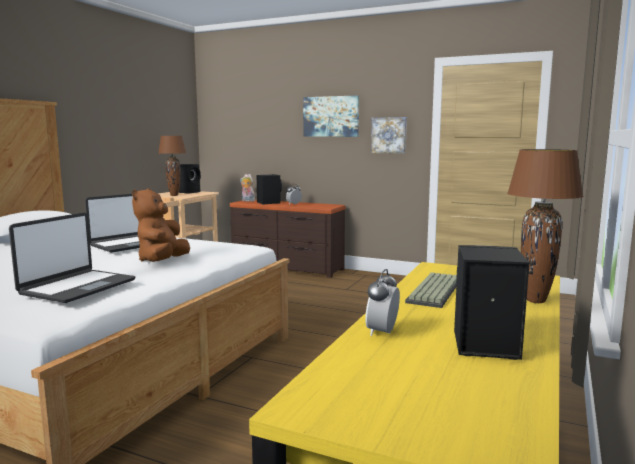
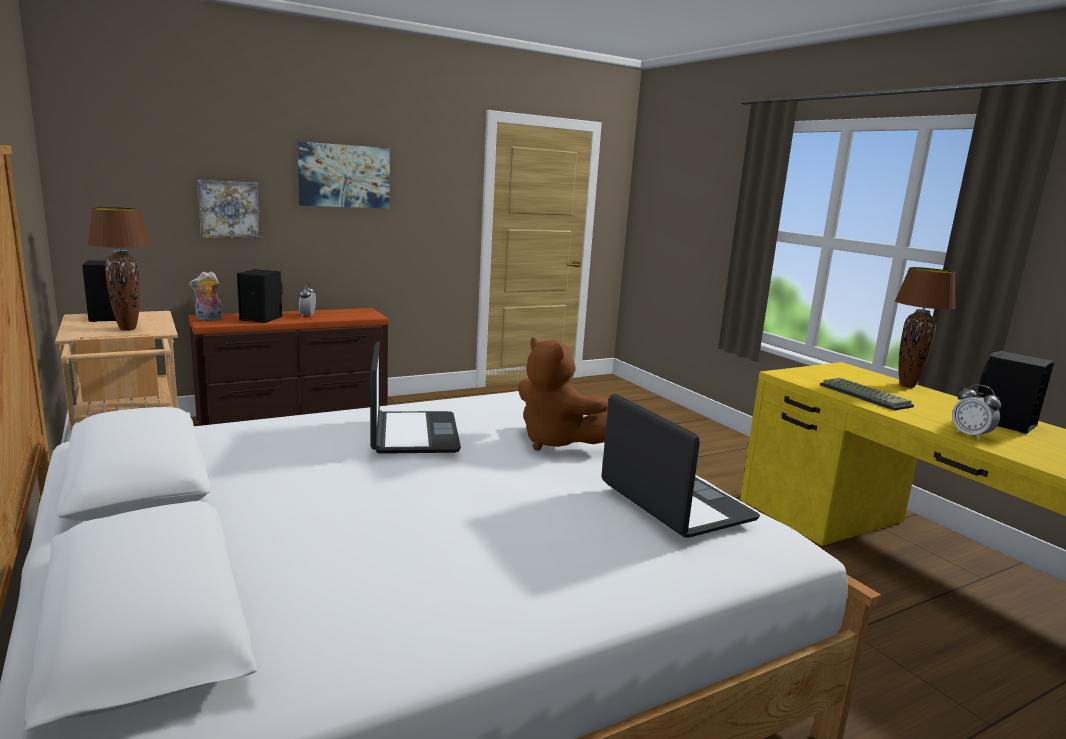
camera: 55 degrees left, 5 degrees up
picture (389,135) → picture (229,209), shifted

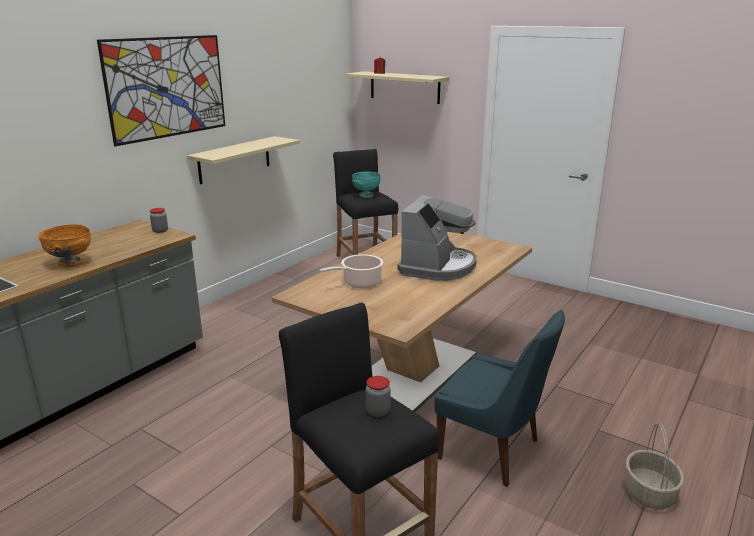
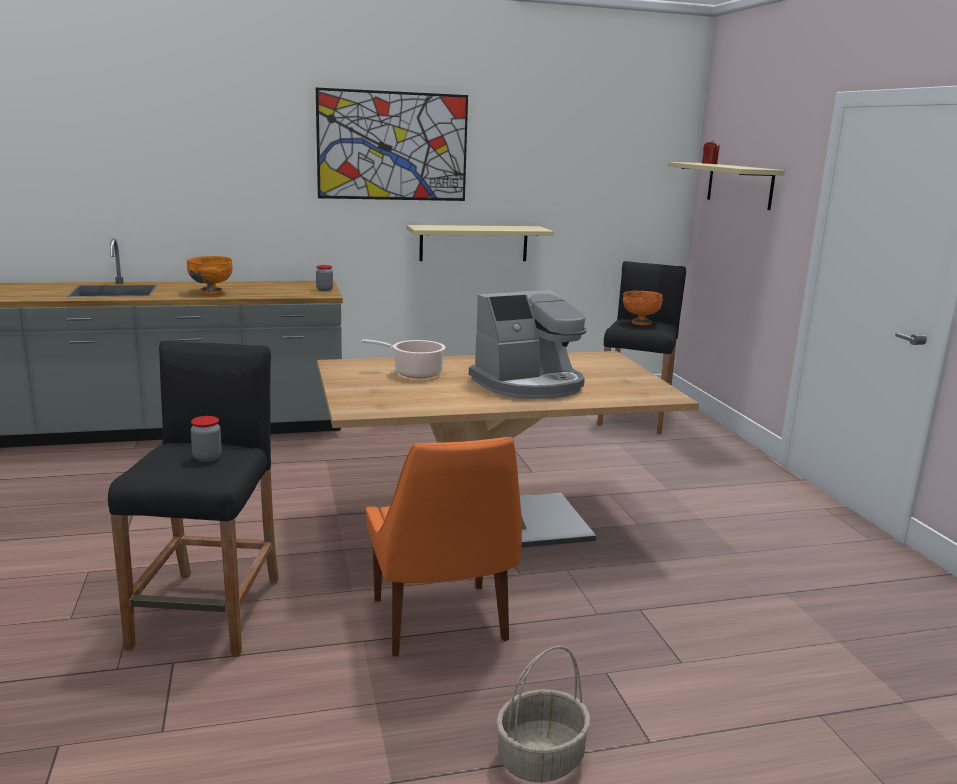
camera: 40 degrees right, 5 degrees down
turquoise bowl (366,196) → orange bowl (640,323)
blue chair (492,451) → orange chair (440,623)

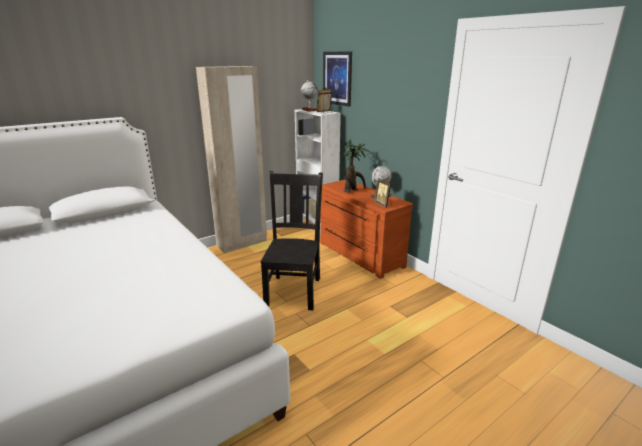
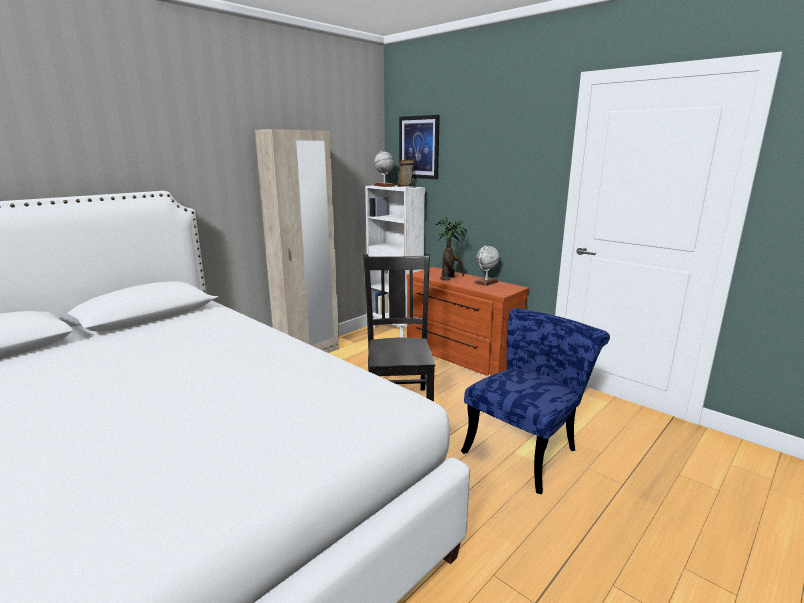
camera: 10 degrees left, 5 degrees down
picture frame (383,205) → -
- → blue chair (526,448)

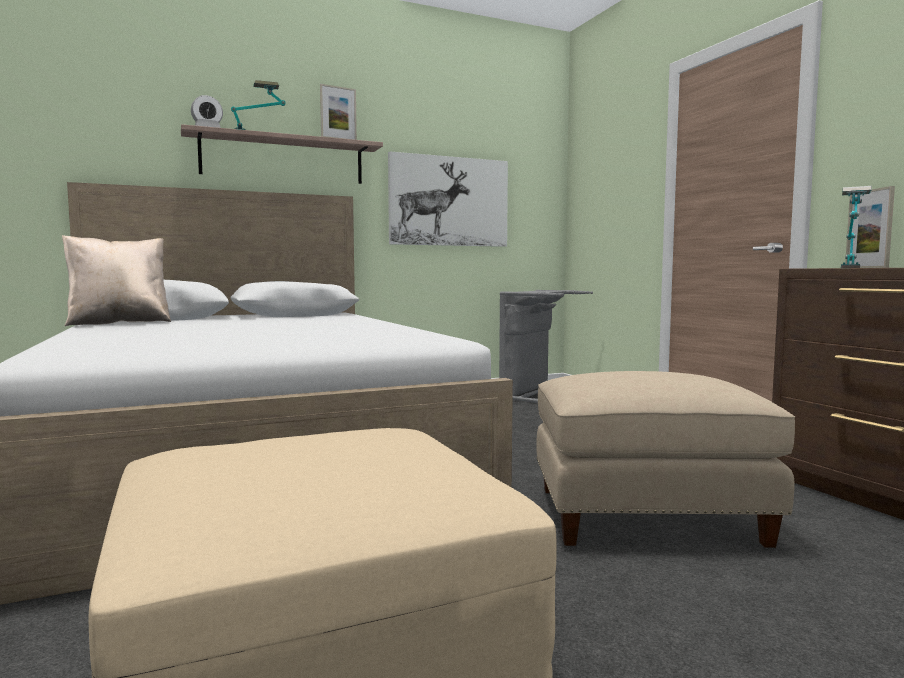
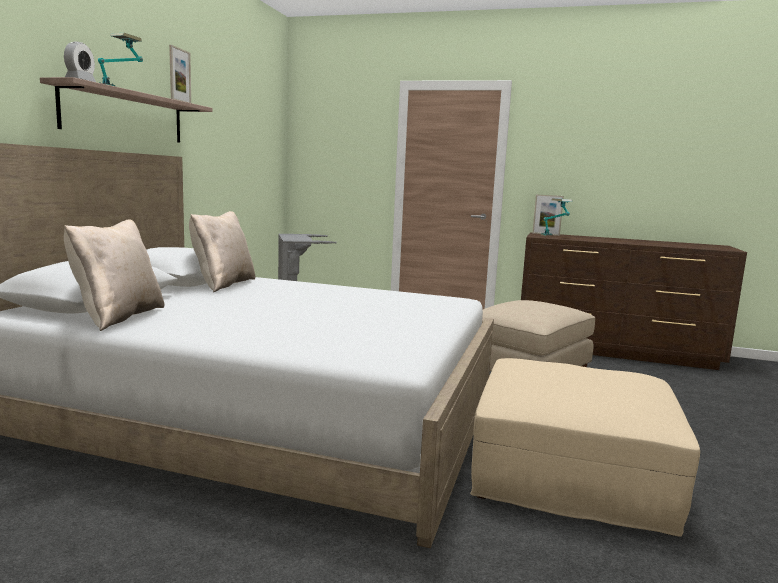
camera: 50 degrees left, 5 degrees up
picture (449,201) → -
- → beige pillow (223,284)

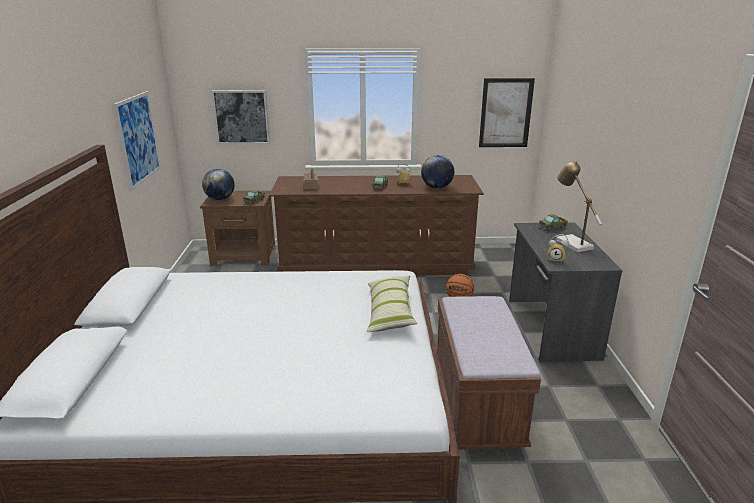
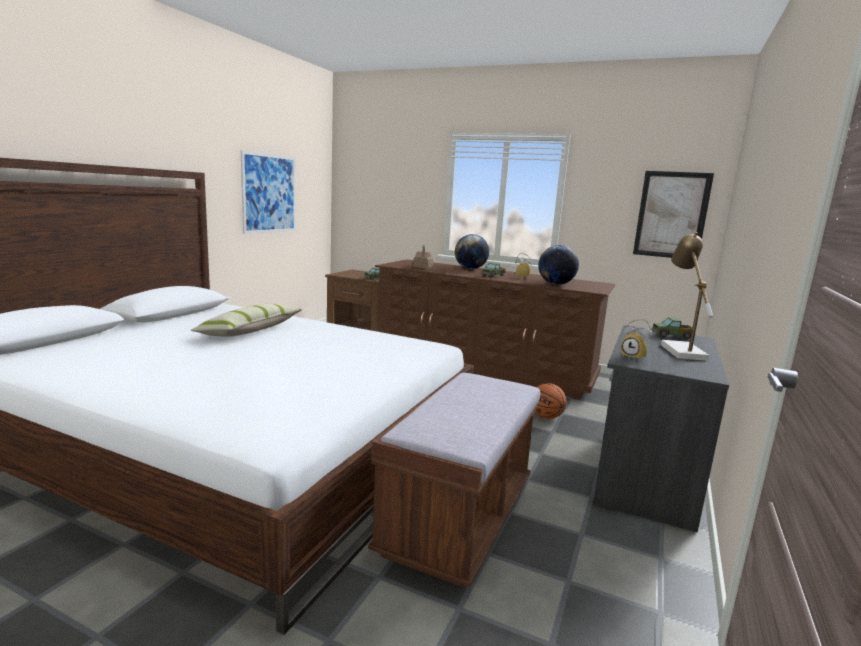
camera: 25 degrees right, 10 degrees down
picture (241,117) → -
globe (220,199) → globe (470,269), shifted
pillow (390,312) → pillow (250,331), shifted

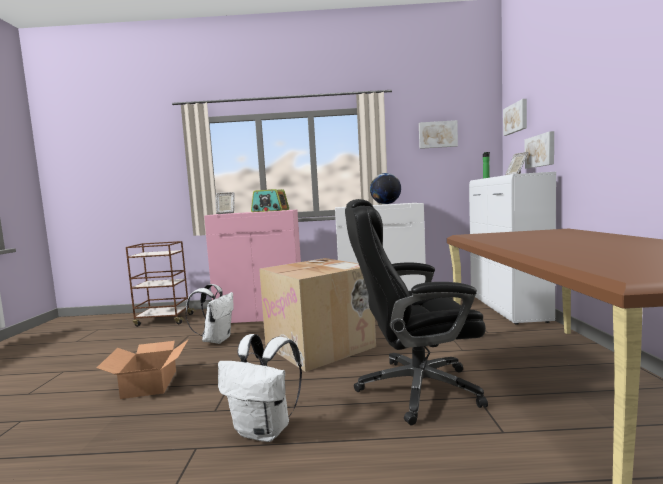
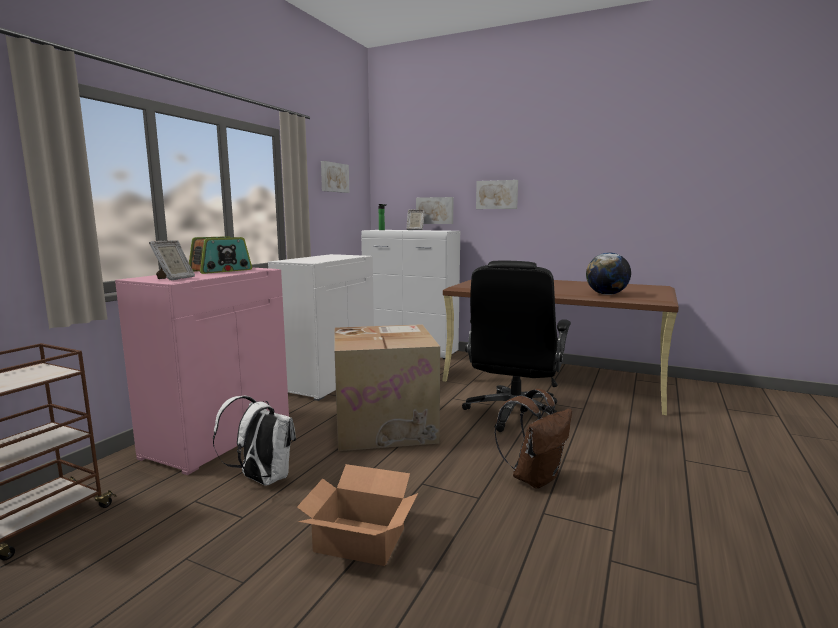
camera: 65 degrees left, 5 degrees up
globe (386,204) → globe (606,294), shifted
picture (516,118) → picture (497,194), shifted
white backpack (265,430) → brown backpack (534,477)

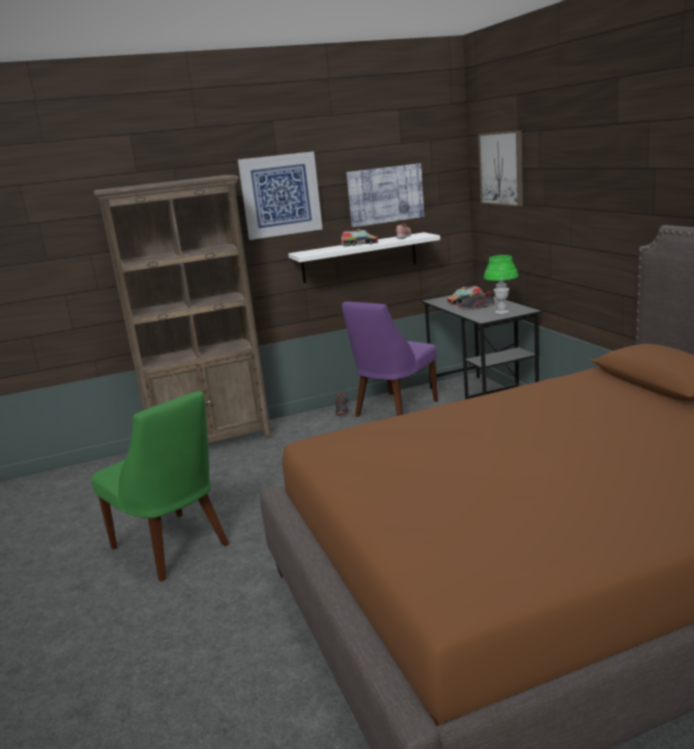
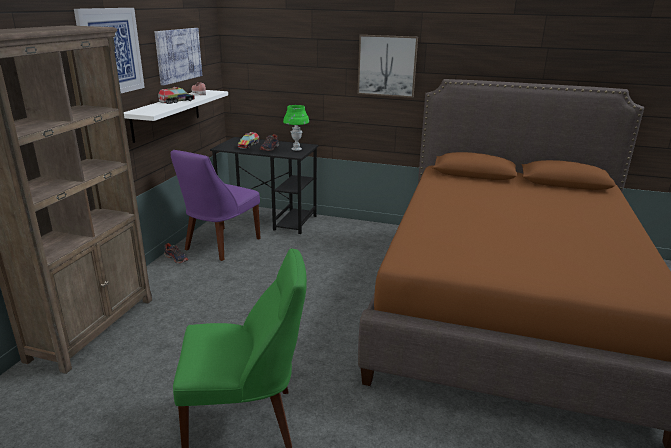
camera: 55 degrees left, 5 degrees up
picture (502,168) → picture (387,66), shifted
purple chair (393,410) → purple chair (220,245), 45 degrees clockwise

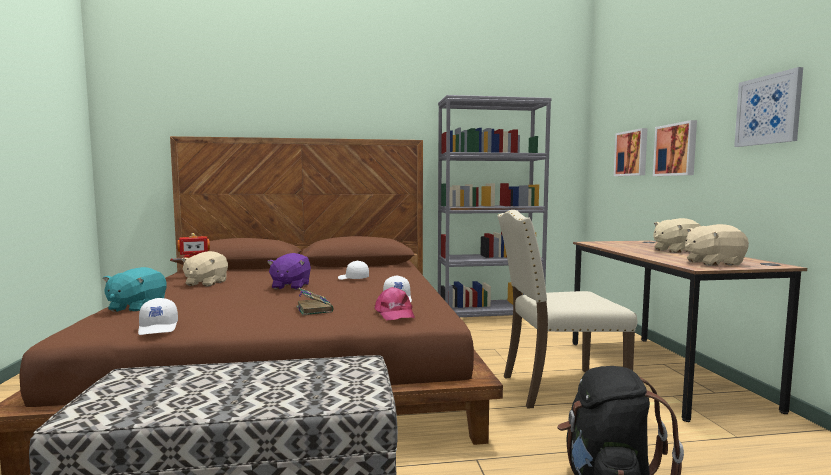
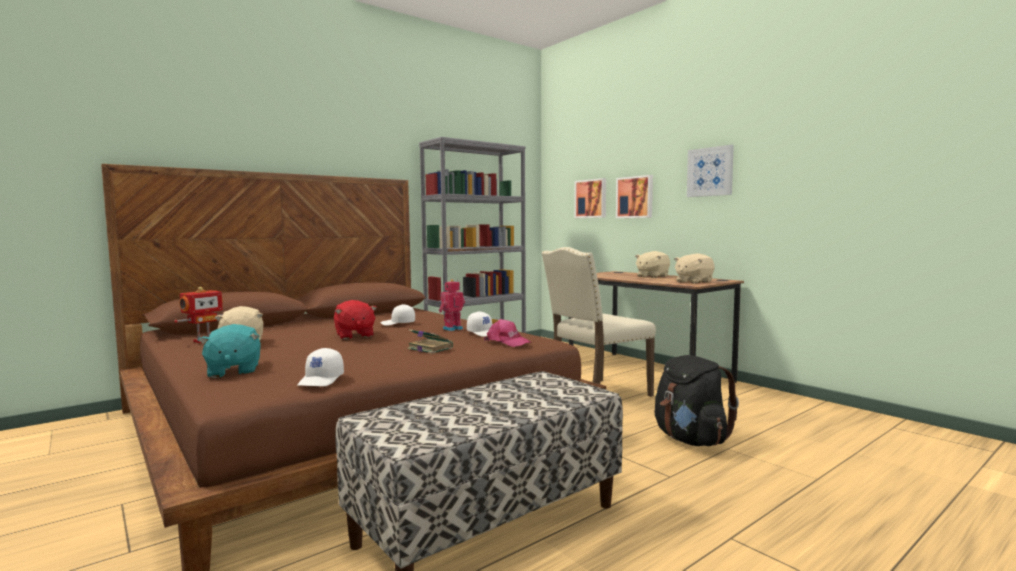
camera: 30 degrees left, 0 degrees up
- → toy robot (452,329)
purple plush toy (290,286) → red plush toy (354,335)
white cap (159,328) → white cap (321,380), 60 degrees clockwise

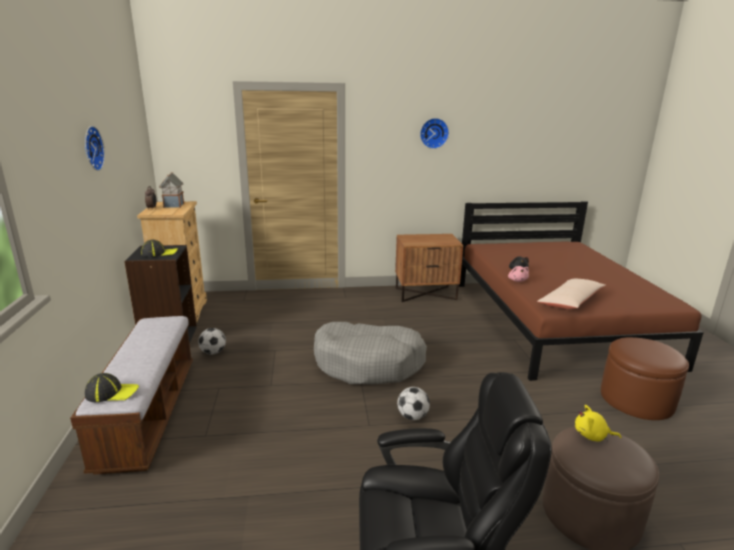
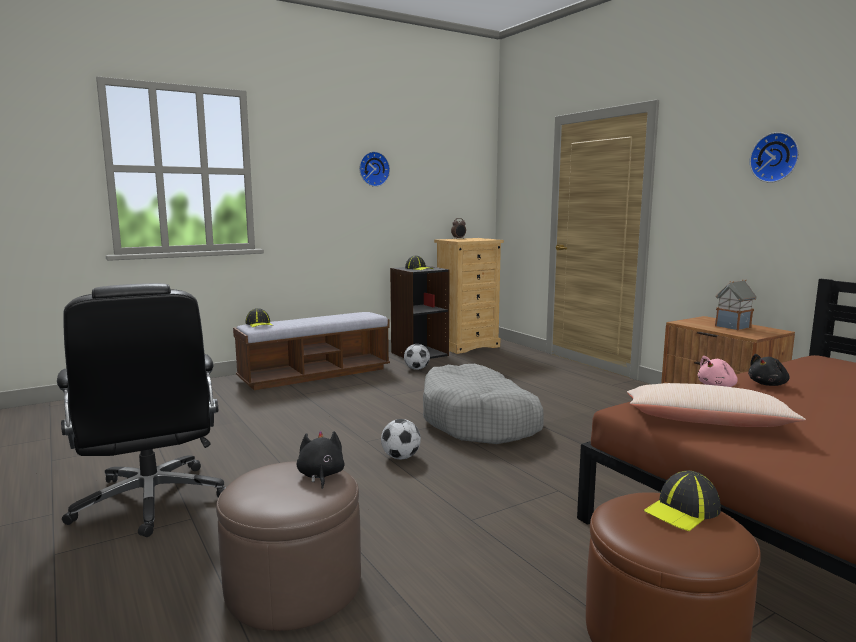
camera: 65 degrees right, 10 degrees down
- → cap (682,510)
toy house (174,206) → toy house (732,327), shifted
yellow plush toy (592,436) → black plush toy (320,475)

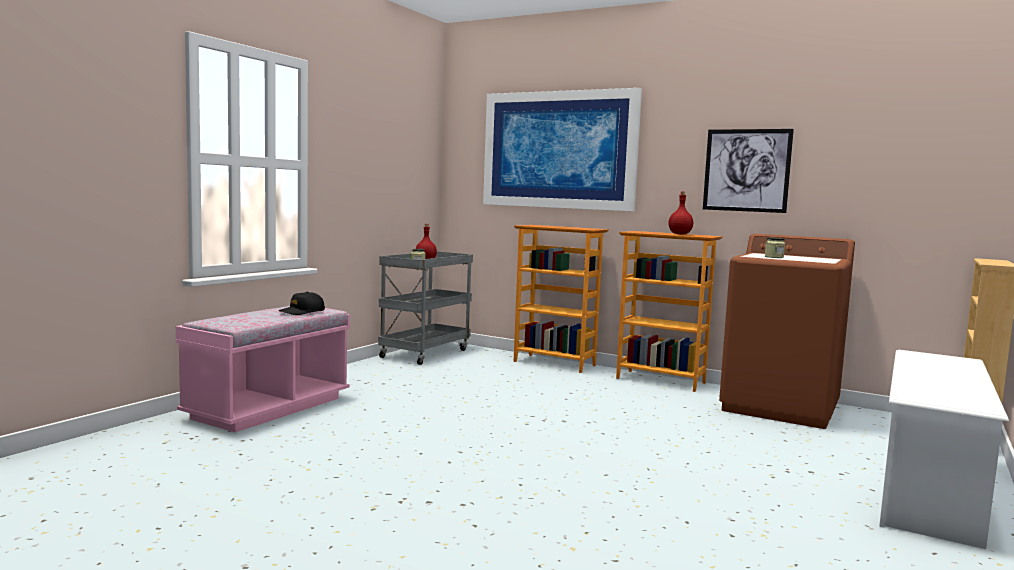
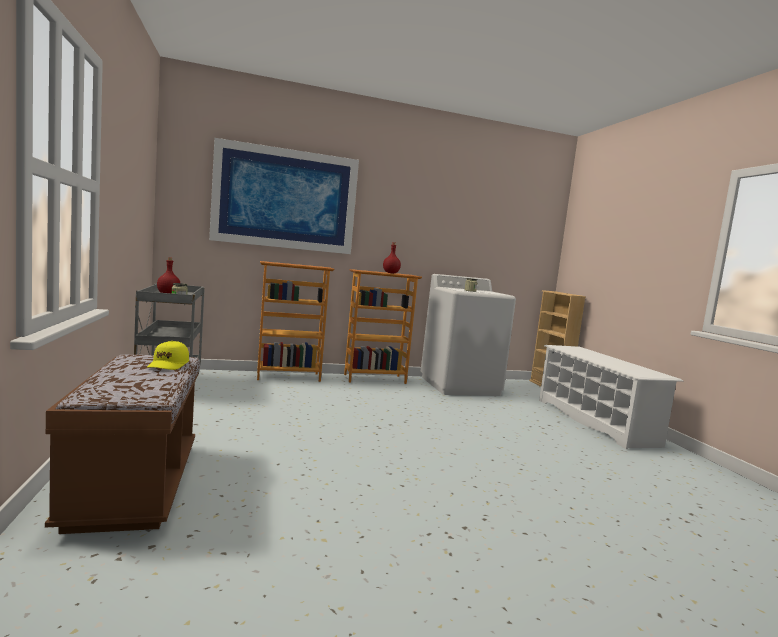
camera: 45 degrees left, 0 degrees up
picture (746,170) → -
pink bench (268,408) → brown bench (134,485)
black cap (302,312) → yellow cap (168,364)
brown washing machine (780,407) → white washing machine (460,386)

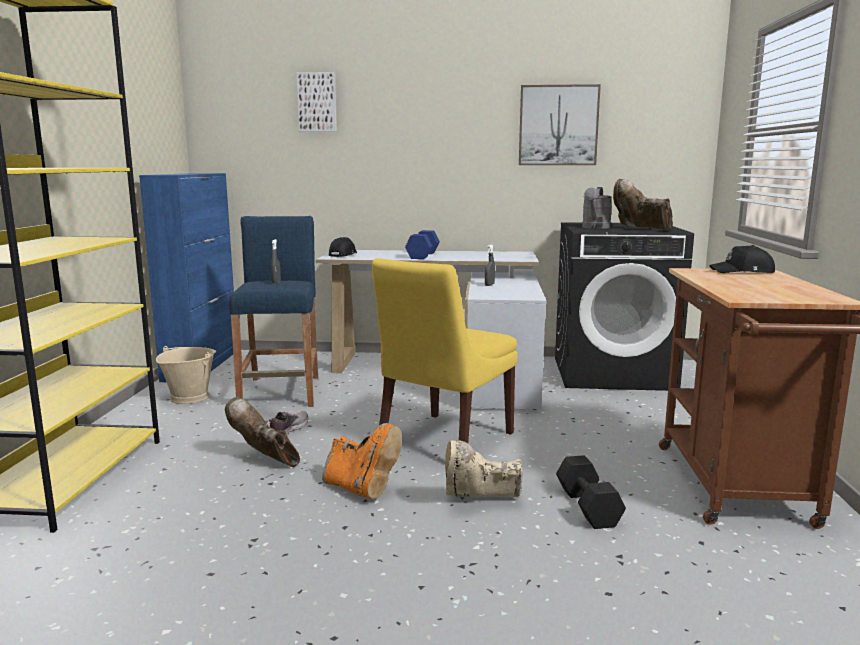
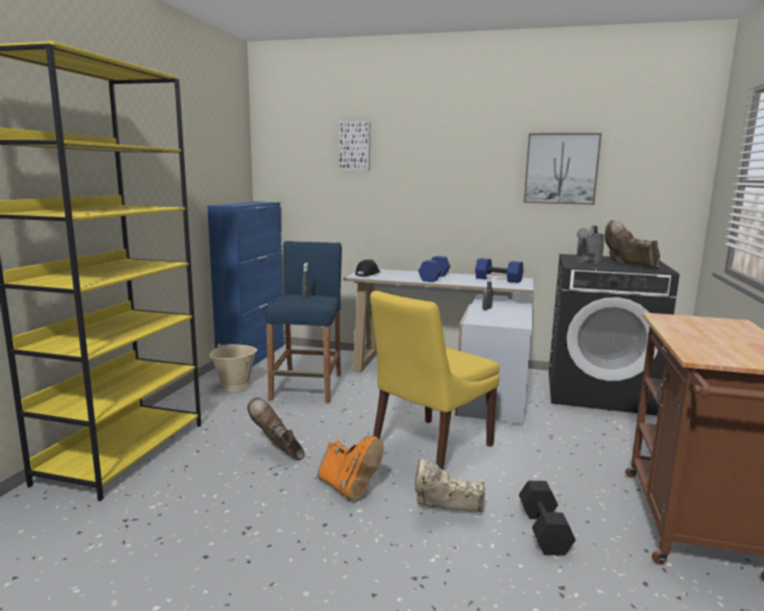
camera: 10 degrees right, 0 degrees up
shoe (287,430) → -
black cap (743,272) → -
- → blue dumbbell (497,279)

